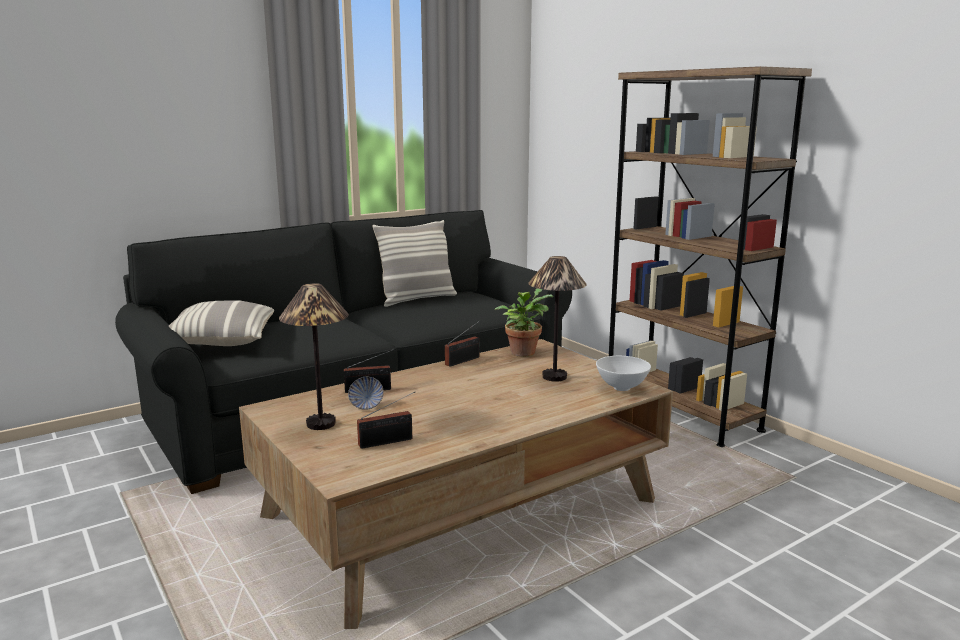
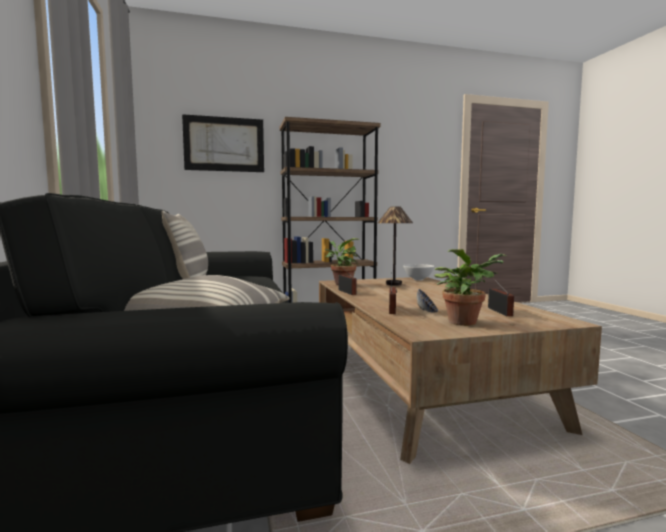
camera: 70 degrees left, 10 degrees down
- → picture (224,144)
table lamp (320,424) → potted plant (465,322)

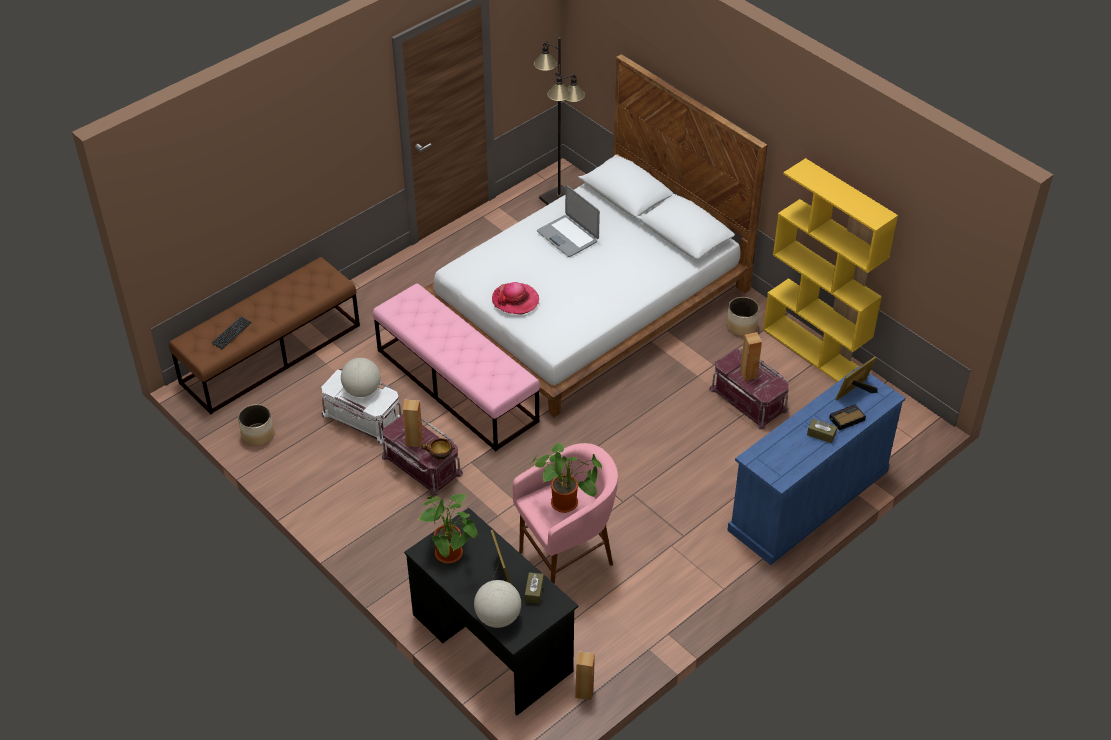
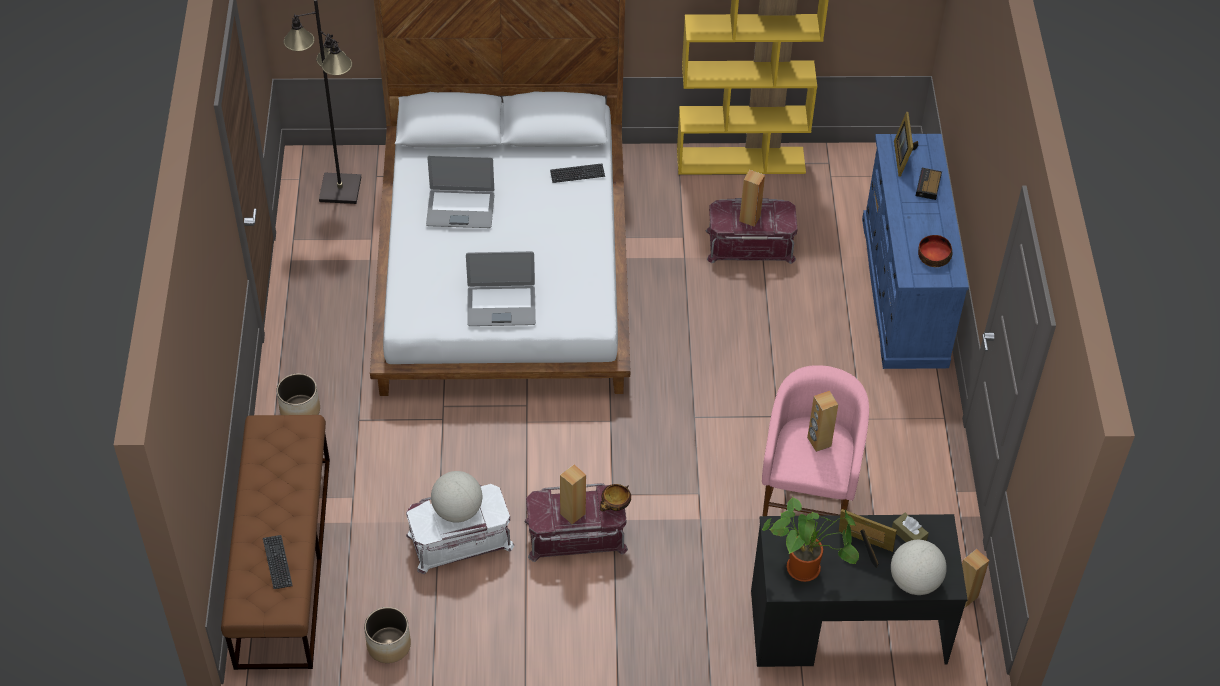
camera: 50 degrees left, 5 degrees up
pink bench (457,386) → -
brown tissue box (821,434) → -
- → keyboard (577,174)
- → bowl (933,256)
planter (741,326) → planter (300,410), shifted
hat (515,300) → laptop (501,306)
potted plant (567,503) → brown speaker (819,442)

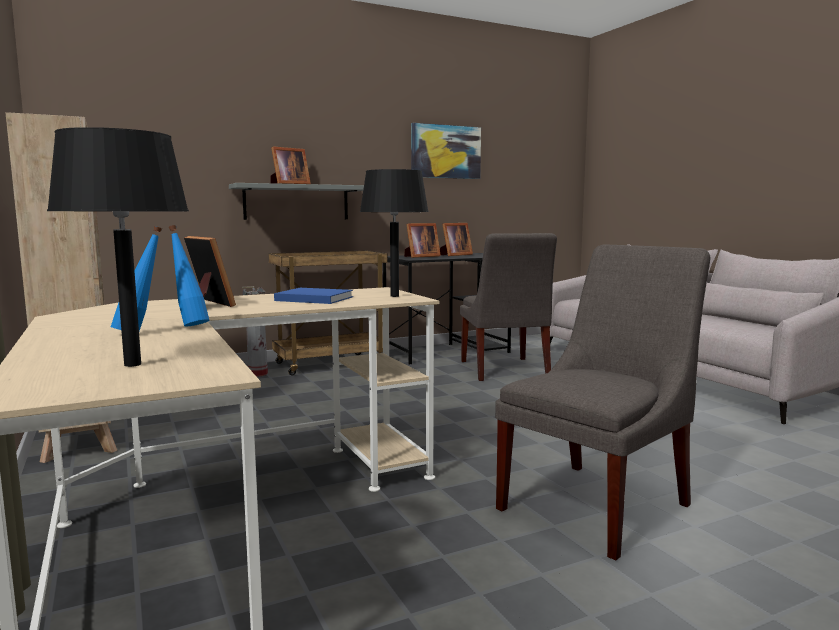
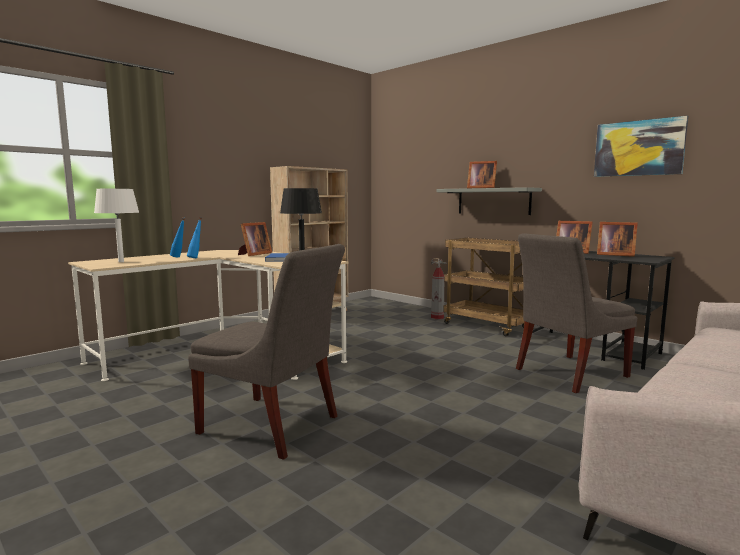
camera: 70 degrees right, 0 degrees up
black table lamp (132,365) → white table lamp (121,262)

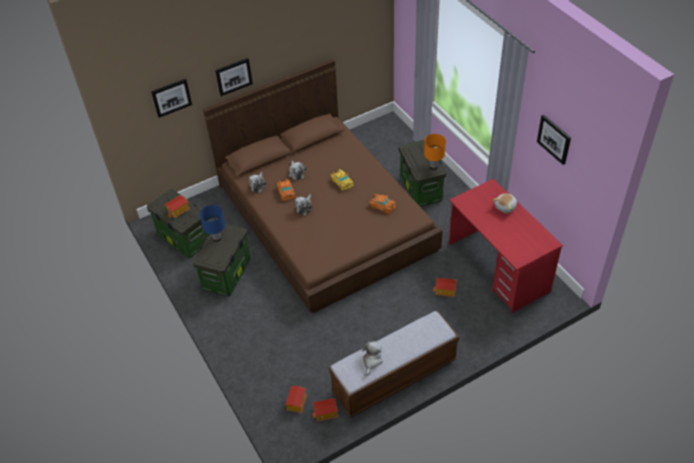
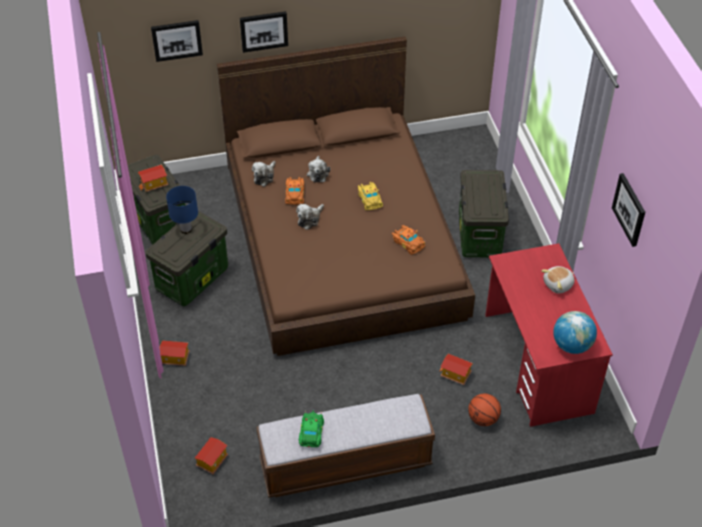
camera: 15 degrees right, 0 degrees up
orange table lamp (433,166) → -
- → basketball (483,418)
- → globe (571,345)
toy house (326,414) → toy house (175,359), shifted
plush toy (371,361) → green toy car (310,434)

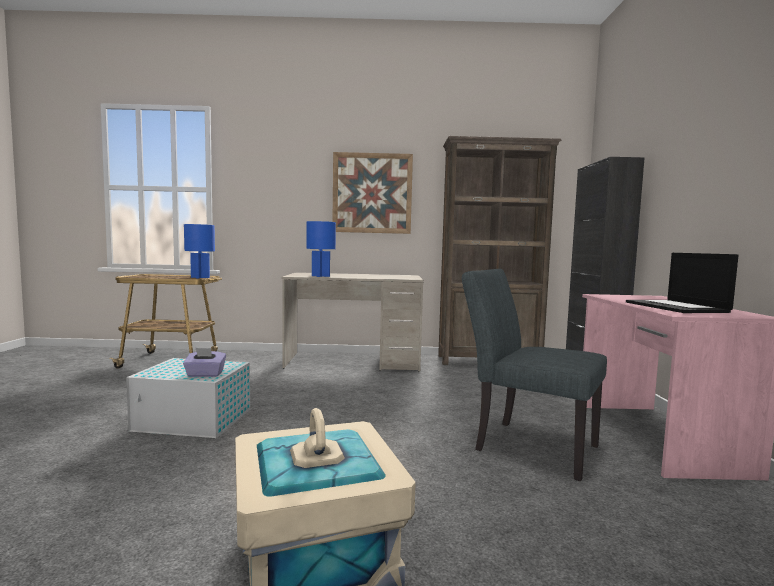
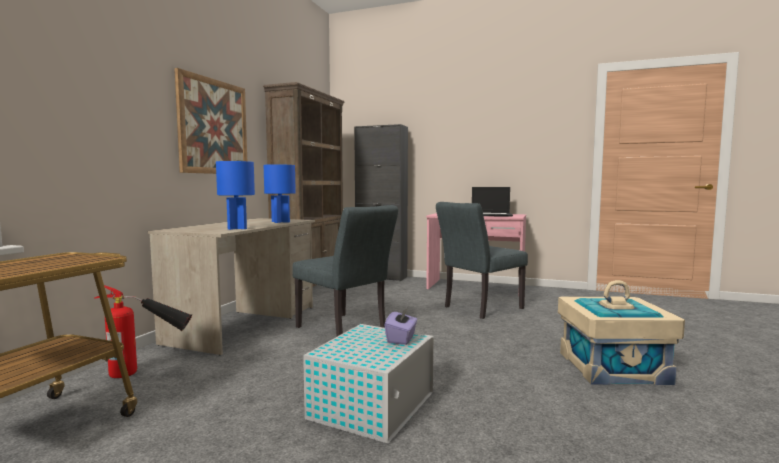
camera: 70 degrees left, 0 degrees up
- → fire extinguisher (147,372)
- → grey chair (345,330)
blue table lamp (200,277) → blue table lamp (280,222), shifted

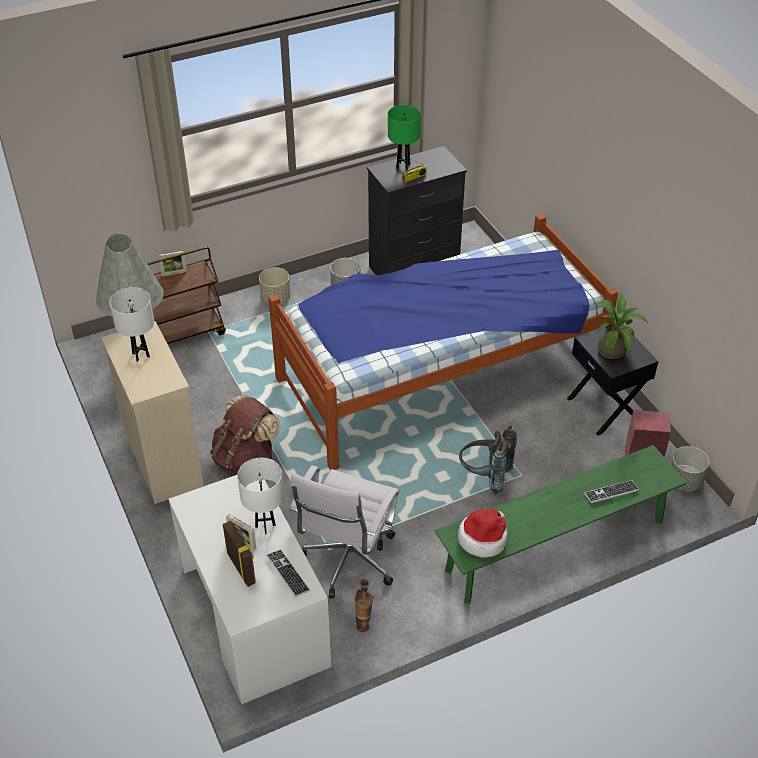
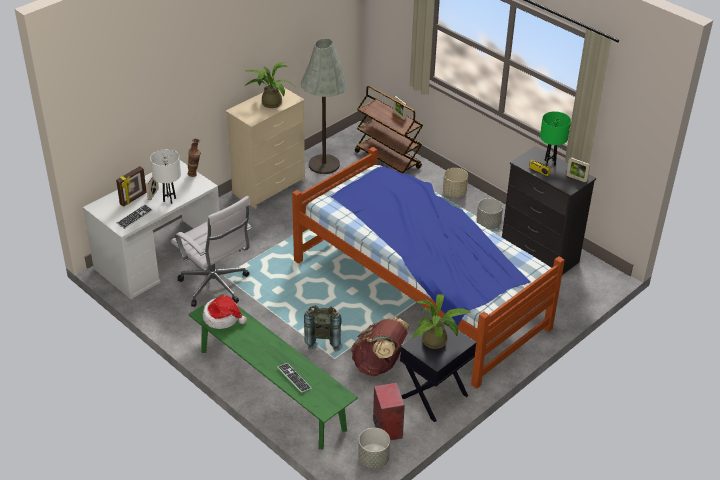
camera: 70 degrees right, 5 degrees down
- → picture frame (576,178)
brown backpack (246,460) → brown backpack (379,365), shifted
vase (363,623) → vase (195,174), shifted
white table lamp (140,355) → potted plant (269,102)
white office chair (347,562) → white office chair (216,287), 135 degrees counterclockwise

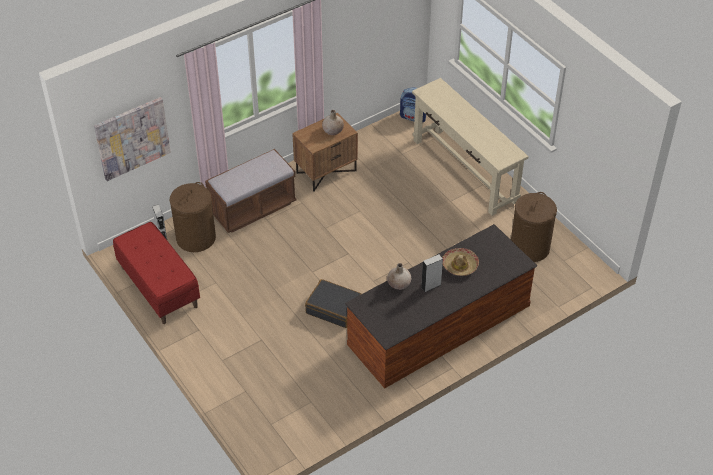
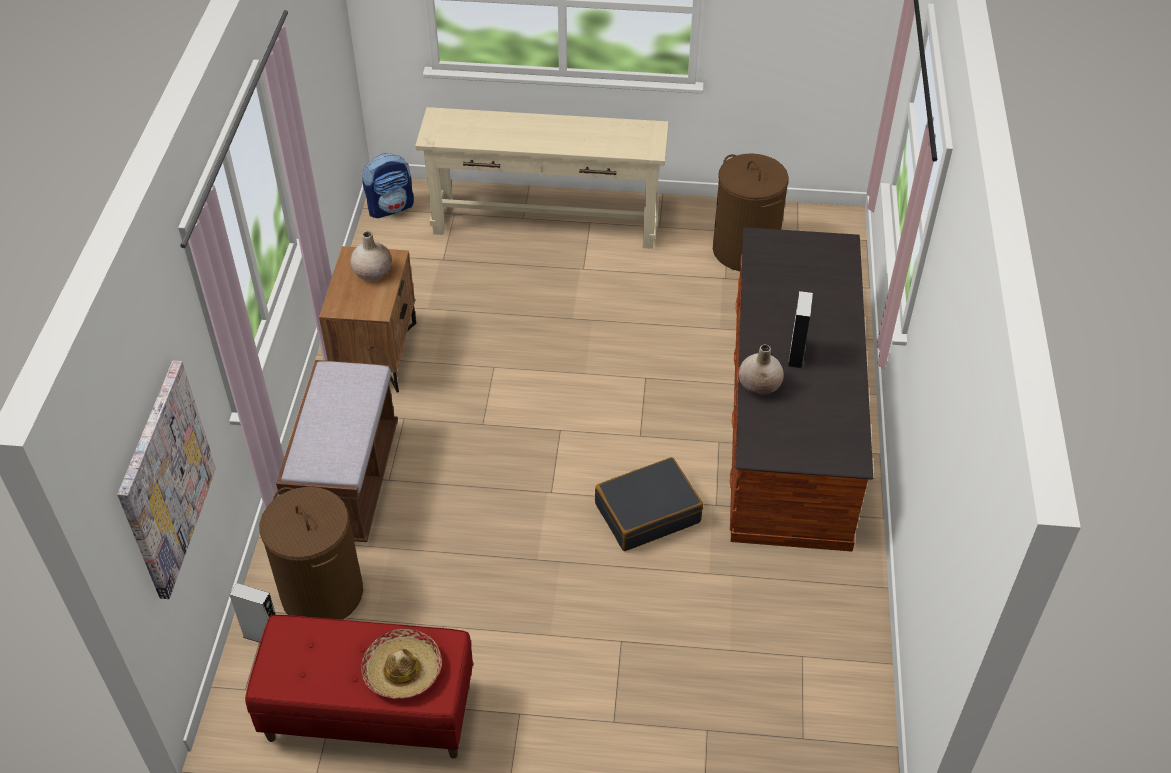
camera: 50 degrees left, 0 degrees up
hat (460,265) → hat (402,670), shifted

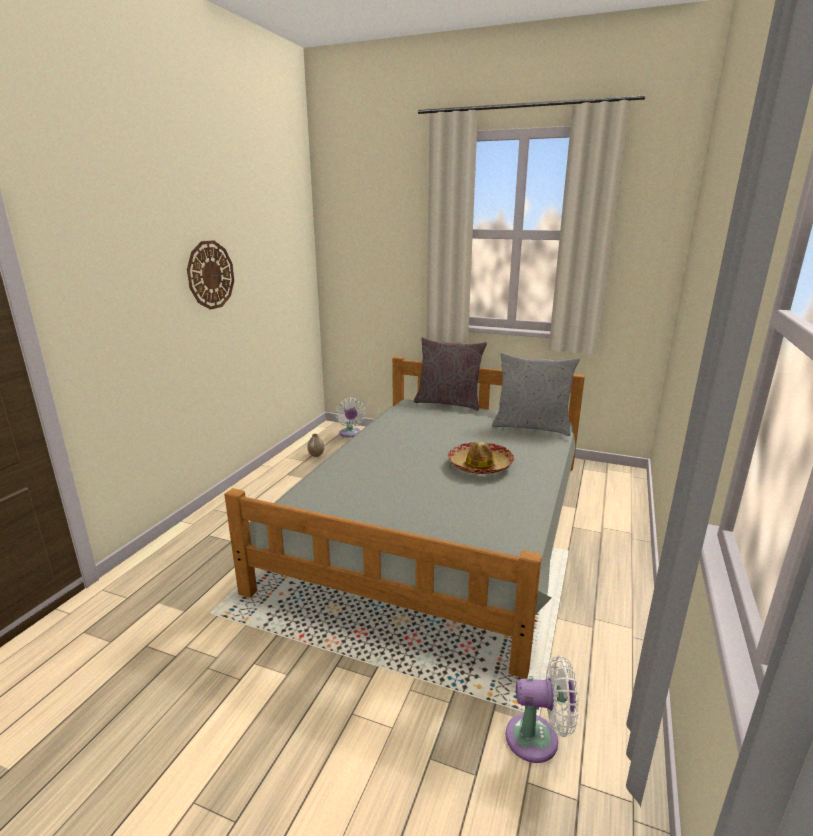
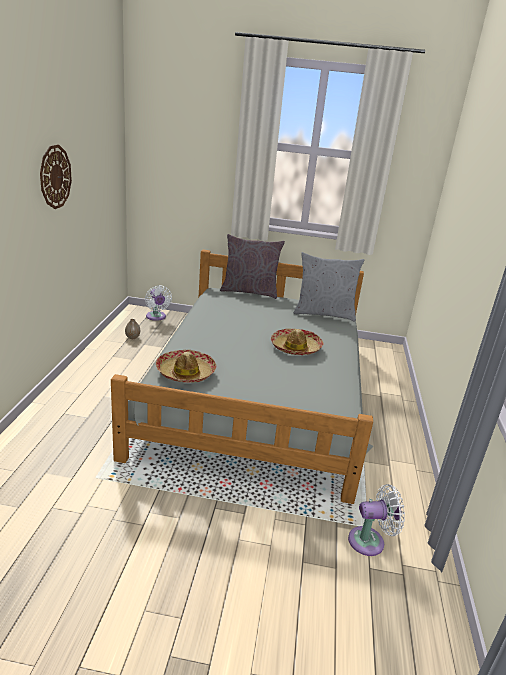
camera: 15 degrees left, 5 degrees up
- → hat (185,372)

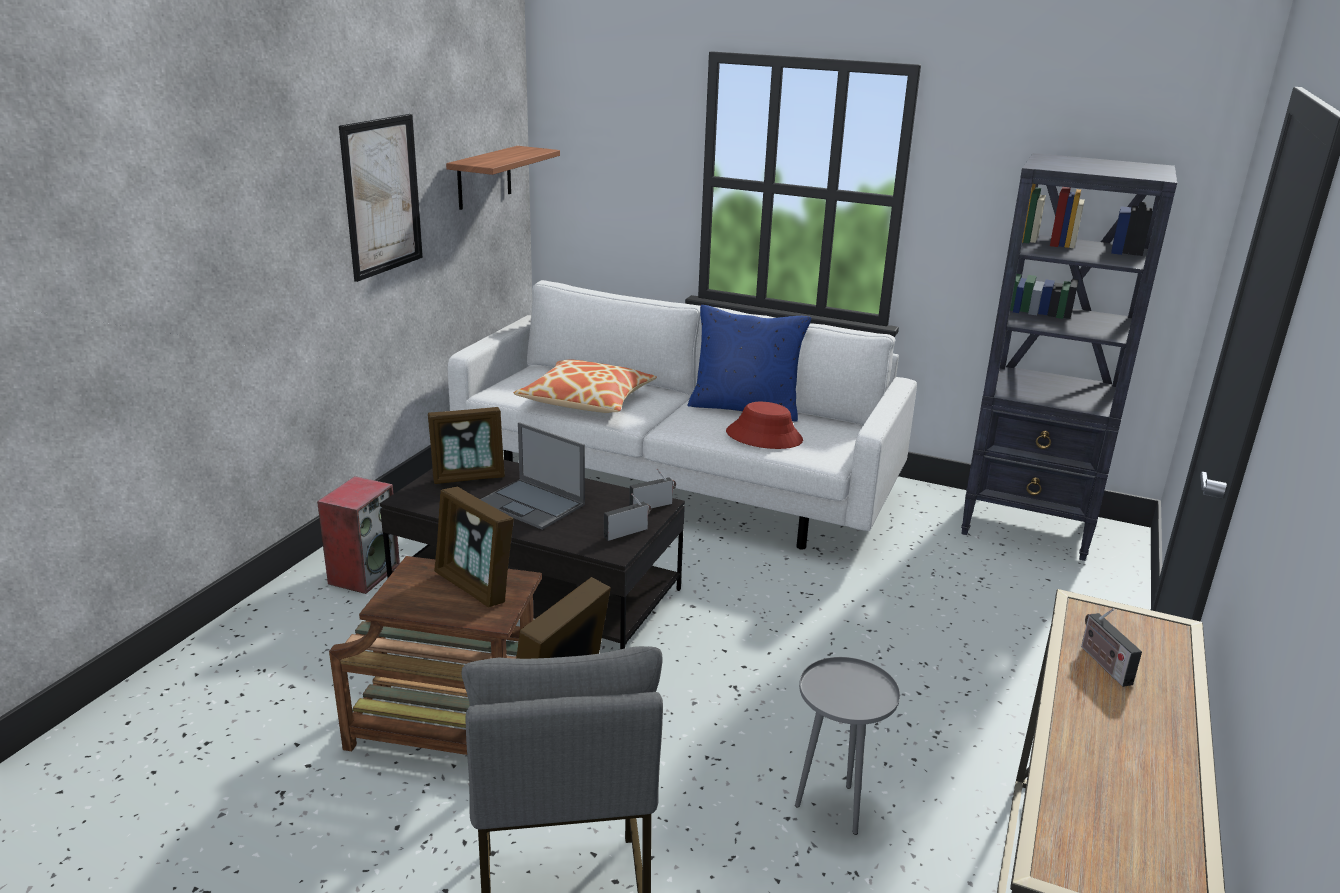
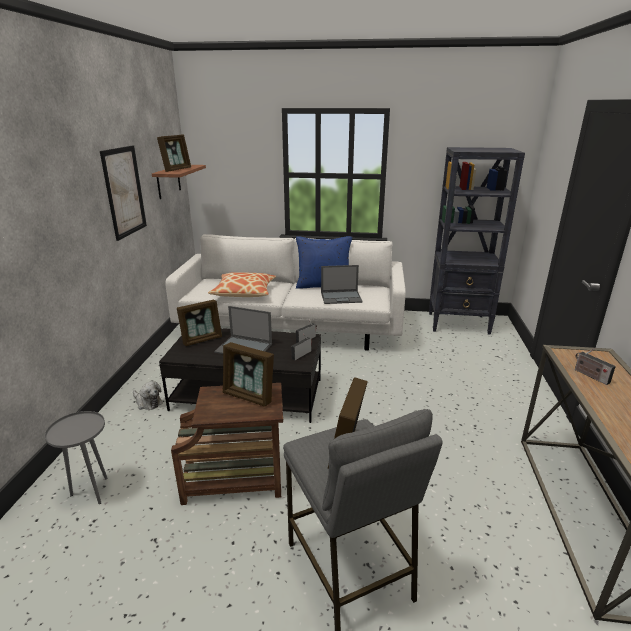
camera: 15 degrees left, 0 degrees up
- → picture frame (177,169)
grey side table (833,808) → grey side table (92,492), shifted
speaker (364,573) → plush toy (148,402)
red hat (764,436) → laptop (341,297)

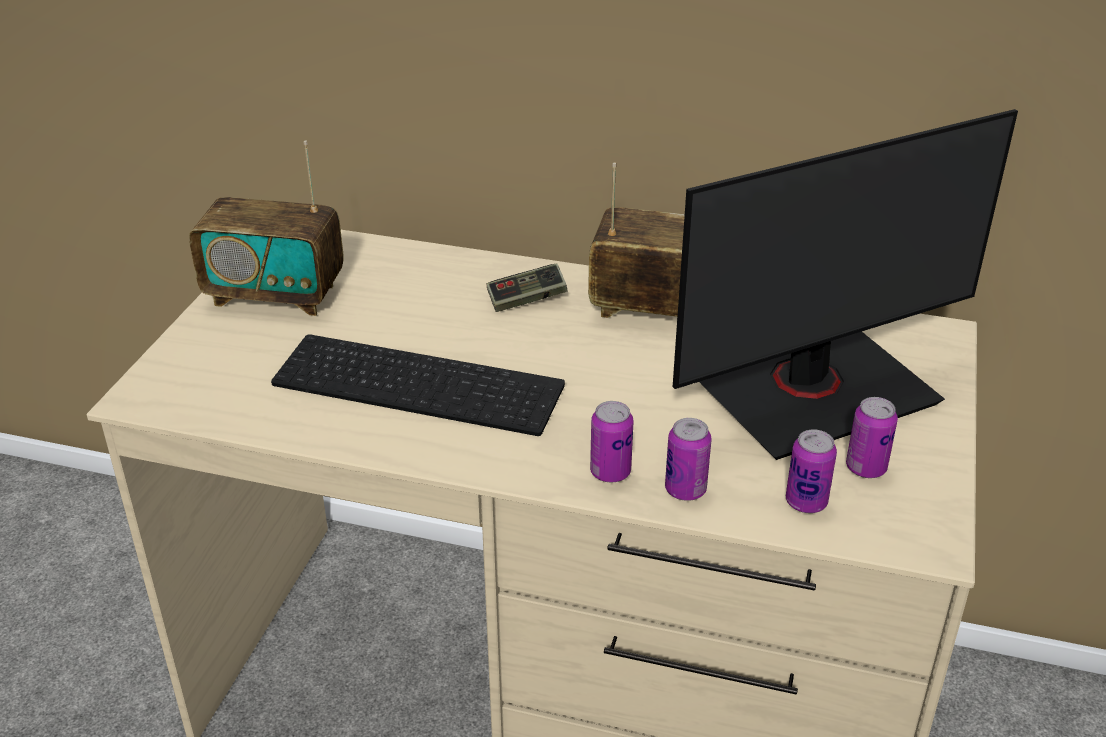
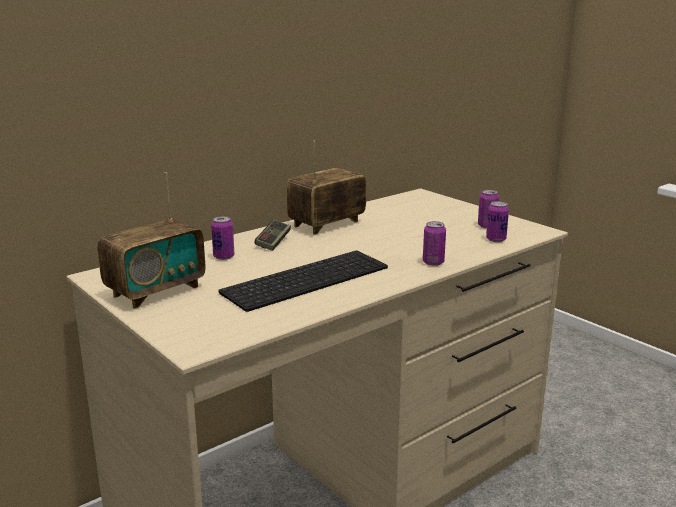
camera: 55 degrees left, 15 degrees down
monitor (816,393) → -
can (685,490) → can (223,257), shifted

